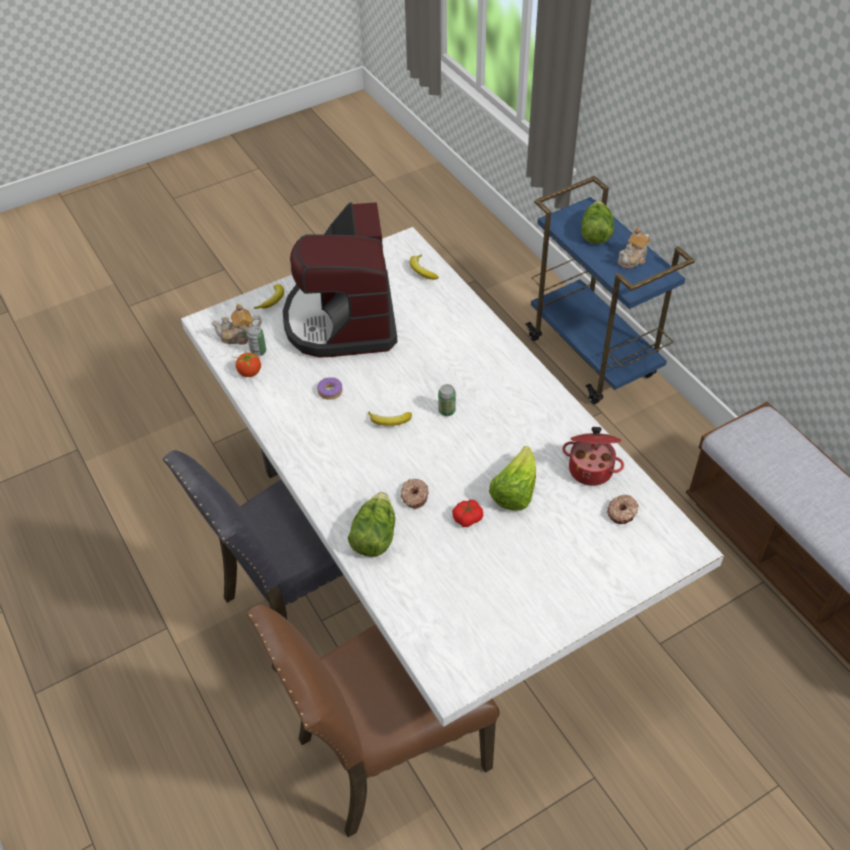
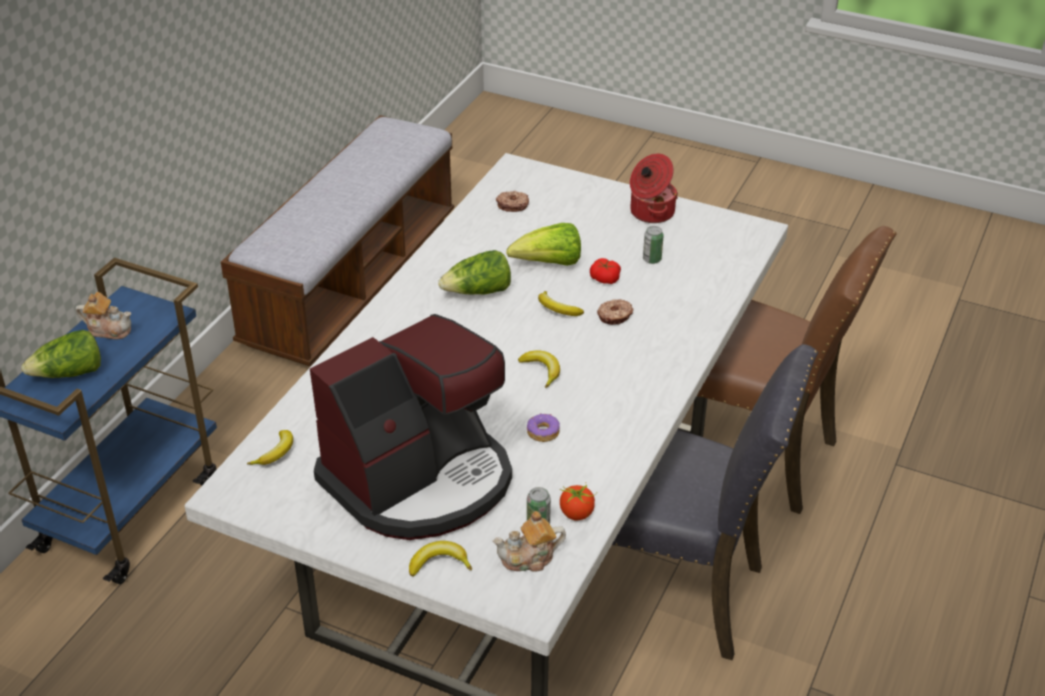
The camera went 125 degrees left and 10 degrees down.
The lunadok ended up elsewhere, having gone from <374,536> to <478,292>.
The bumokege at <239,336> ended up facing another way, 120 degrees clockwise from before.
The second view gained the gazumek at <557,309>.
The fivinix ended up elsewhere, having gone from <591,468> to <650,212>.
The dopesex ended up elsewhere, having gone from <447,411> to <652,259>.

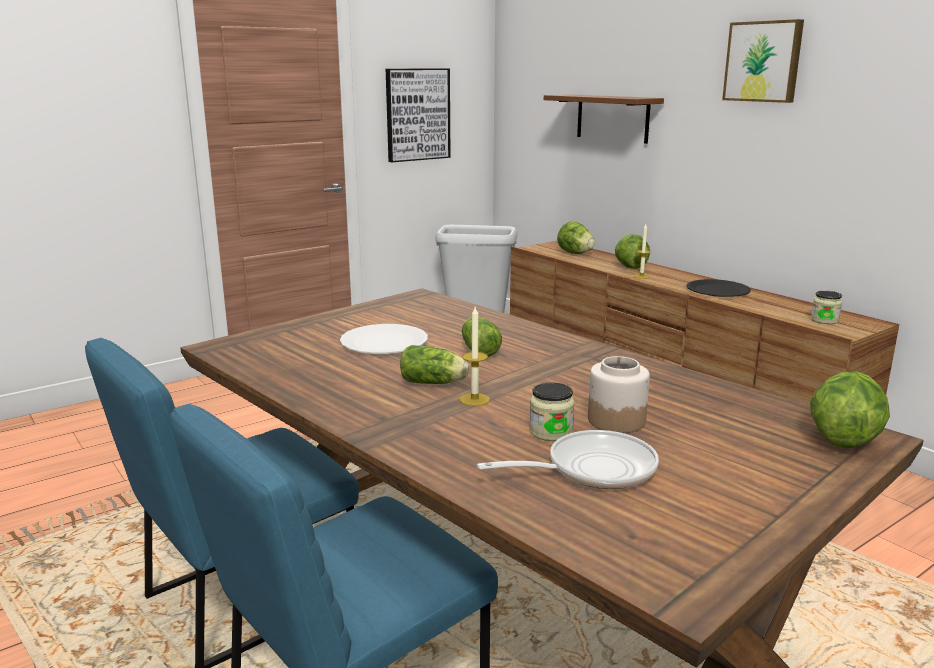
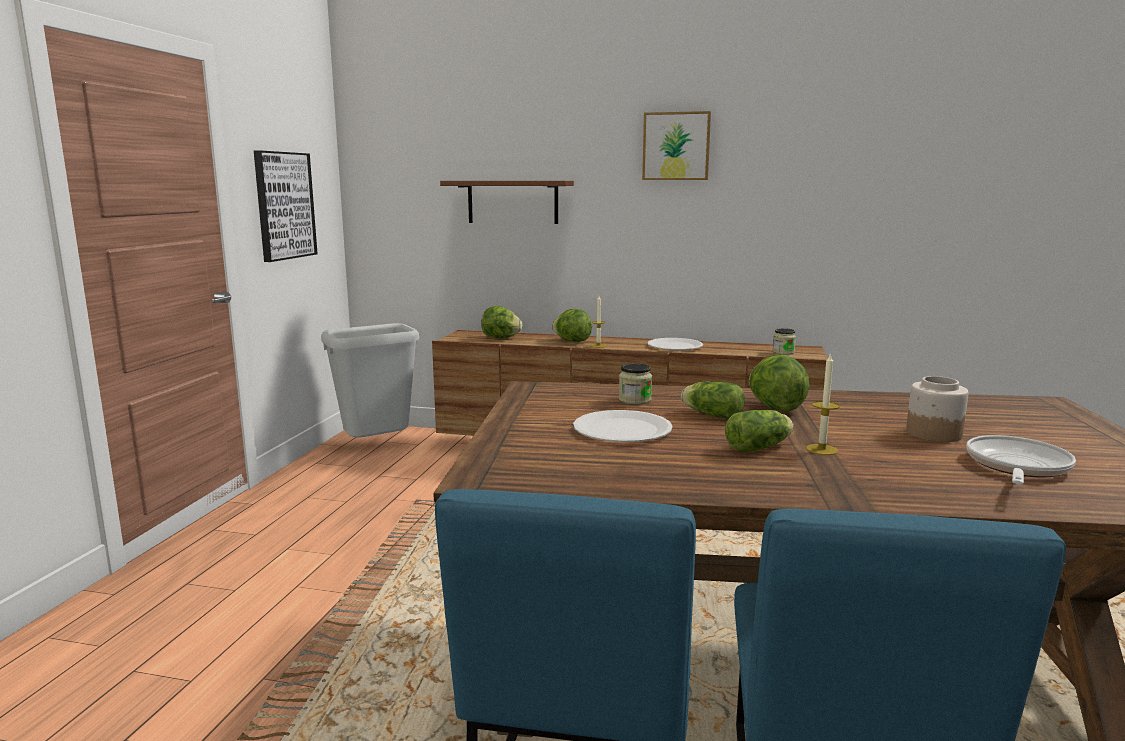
The camera went 40 degrees left and 5 degrees down.
The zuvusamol ended up elsewhere, having gone from <551,432> to <634,400>.
What was the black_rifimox at <717,290> turned into the white_rifimox at <674,346>.
The lunadok ended up elsewhere, having gone from <842,439> to <775,408>.

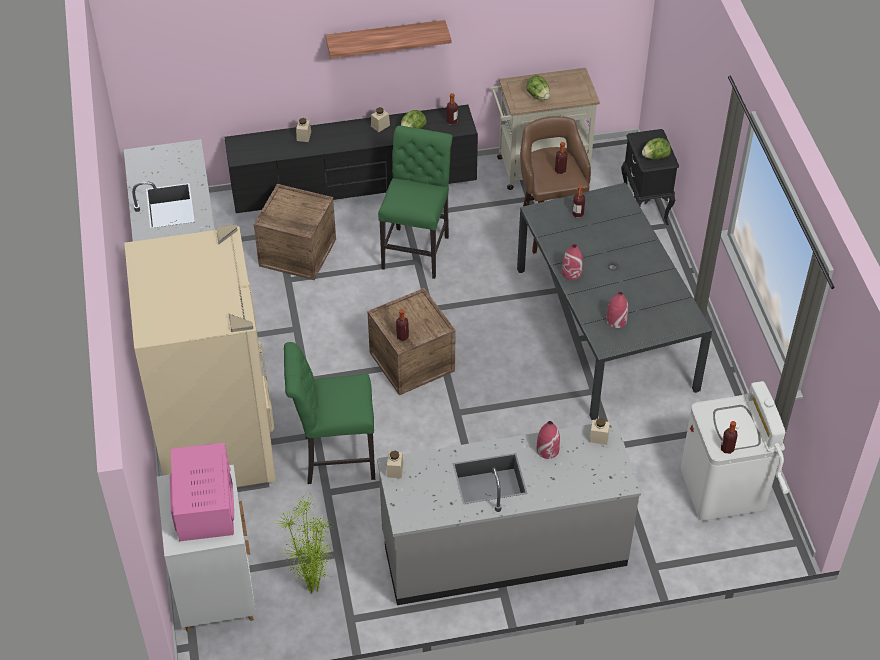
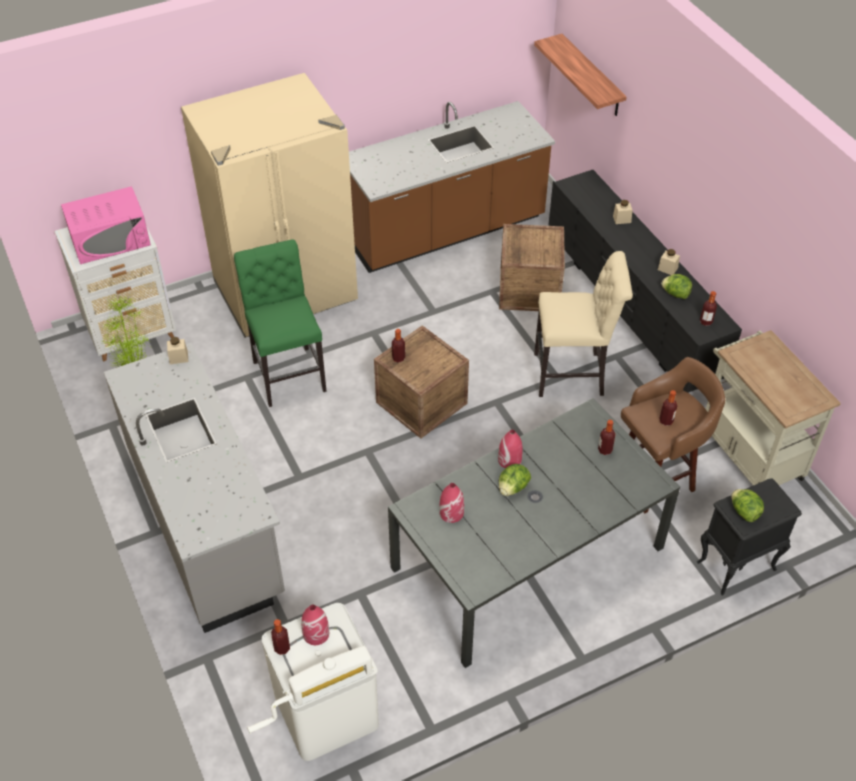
The camera went 75 degrees right and 0 degrees up.
The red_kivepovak ended up elsewhere, having gone from <547,449> to <316,633>.
The lunadok ended up elsewhere, having gone from <538,96> to <512,488>.
The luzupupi ended up elsewhere, having gone from <385,38> to <591,76>.
What was the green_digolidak at <417,249> turned into the beige_digolidak at <573,375>.
The second view lost the beige_zuvusamol at <598,437>.

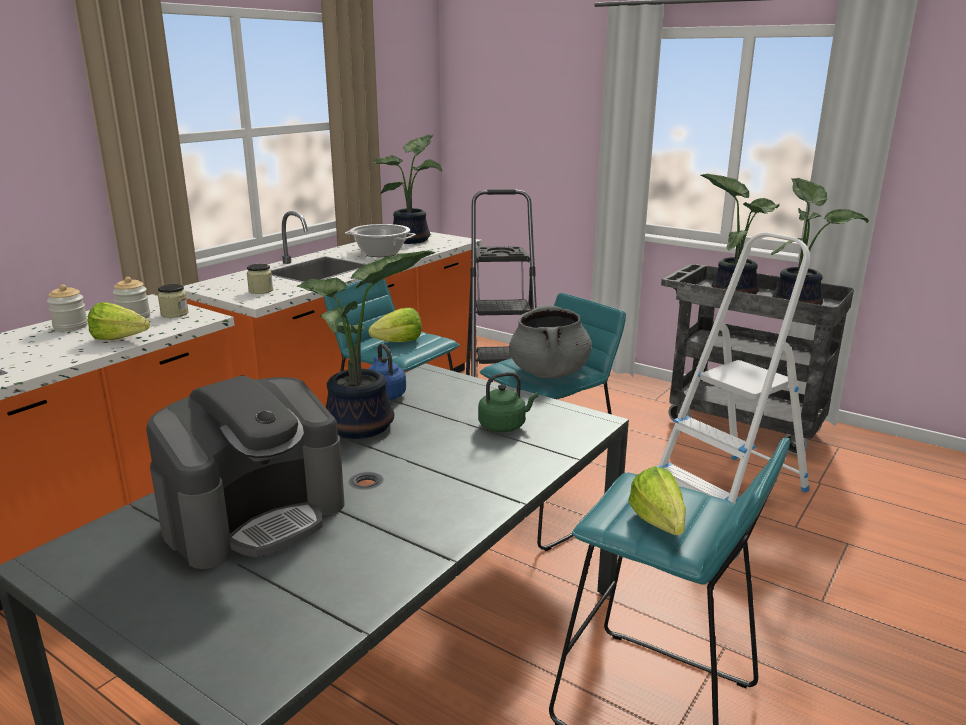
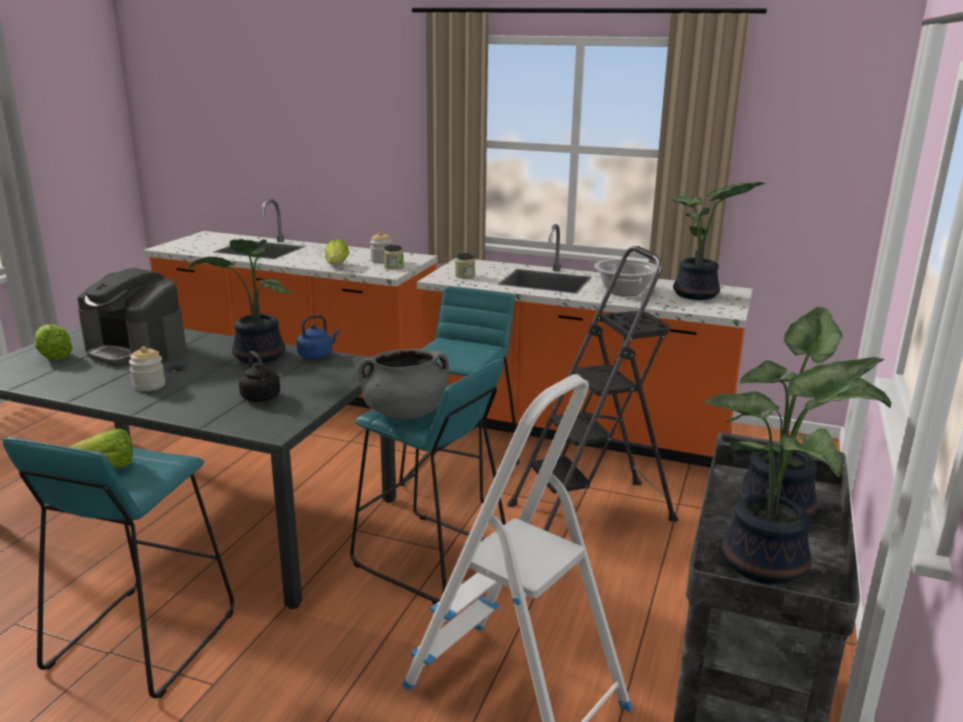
The camera went 75 degrees right and 0 degrees up.
The lunadok ended up elsewhere, having gone from <399,342> to <53,356>.
The zuvusamol ended up elsewhere, having gone from <70,326> to <149,385>.
What was the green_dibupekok at <504,426> turned into the black_dibupekok at <261,398>.

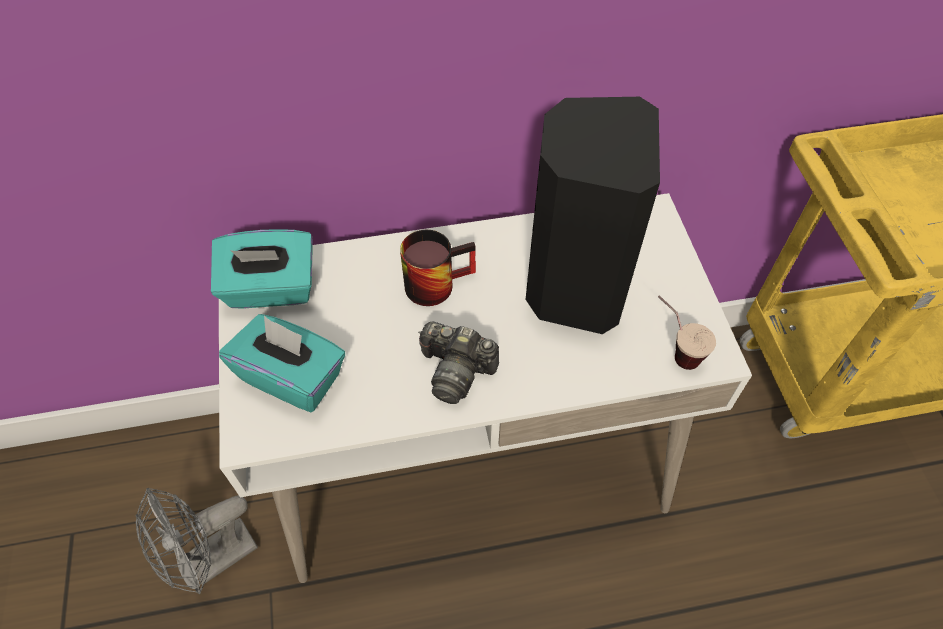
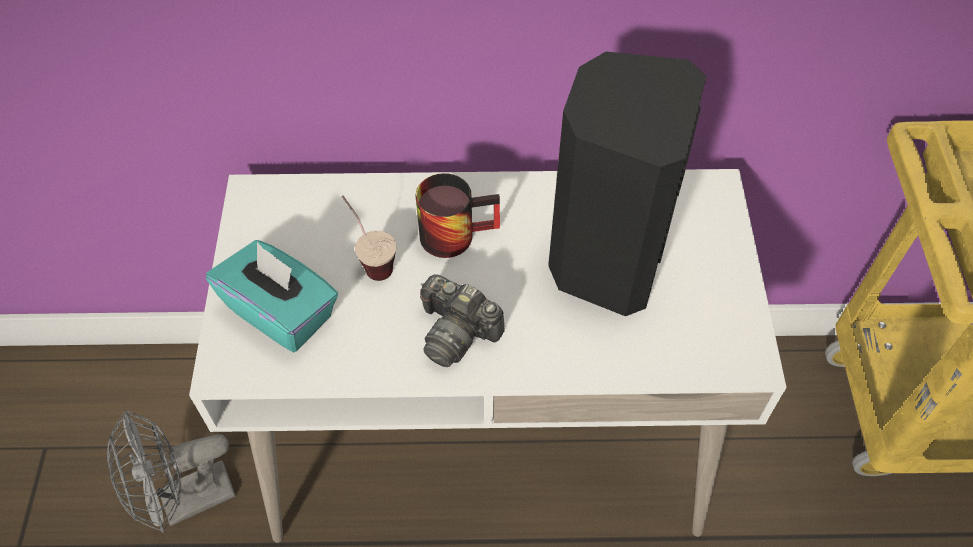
The camera went 10 degrees right and 0 degrees up.
The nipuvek ended up elsewhere, having gone from <673,350> to <370,259>.
The second view lost the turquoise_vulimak at <271,289>.

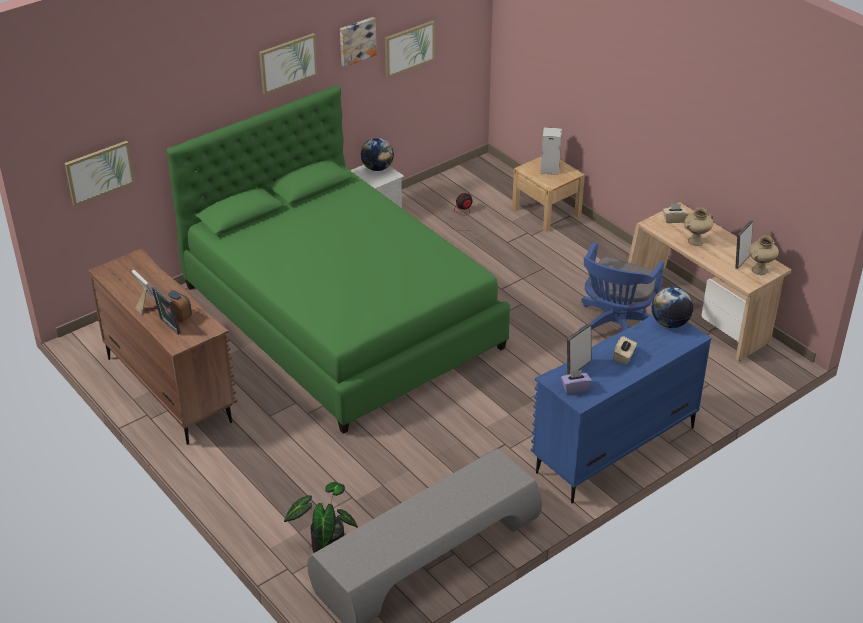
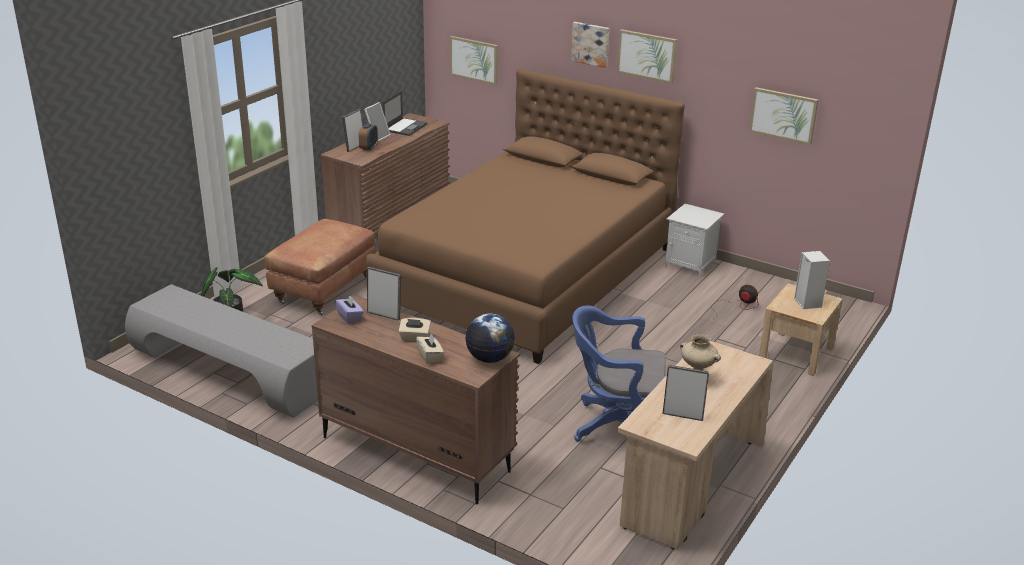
The camera went 70 degrees right and 10 degrees down.
The second view gained the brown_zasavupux at <323,290>.
What was the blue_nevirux at <614,449> turned into the brown_nevirux at <416,453>.
What was the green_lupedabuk at <341,316> turned into the brown_lupedabuk at <528,275>.
The second view gained the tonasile at <405,127>.
The beige_vulimak ended up elsewhere, having gone from <674,219> to <430,356>.
The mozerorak ended up elsewhere, having gone from <357,40> to <591,44>.
The second view lost the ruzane at <377,168>.
The second view lost the beige_kivepovak at <759,270>.

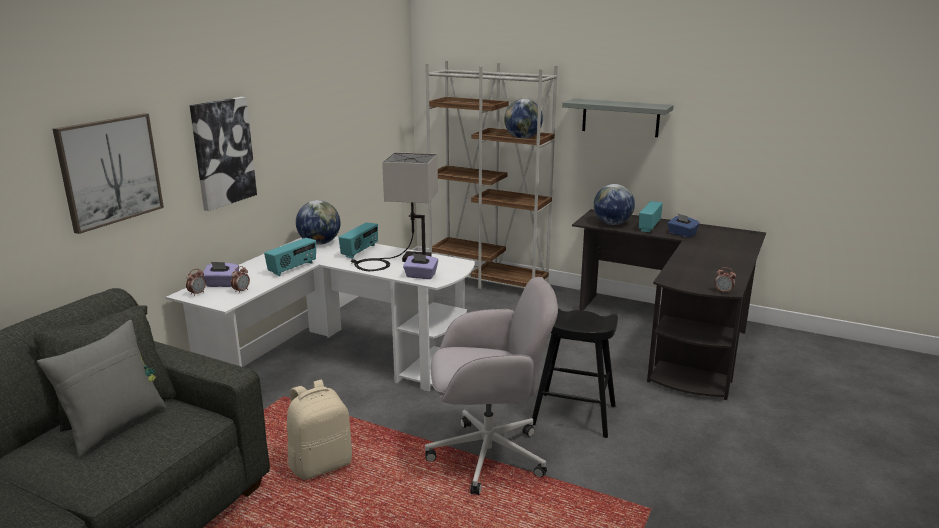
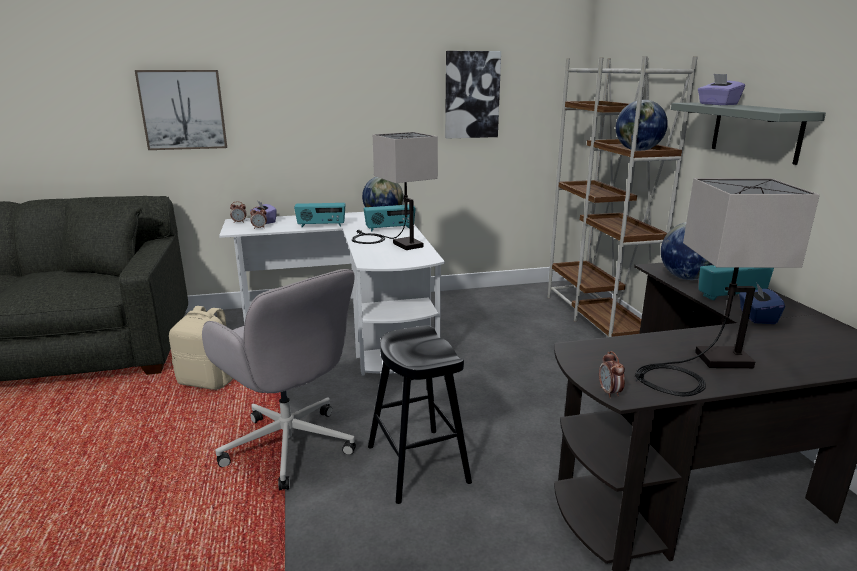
The camera went 50 degrees right and 0 degrees up.
The mozerorak ended up elsewhere, having gone from <222,152> to <471,95>.
The second view gained the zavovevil at <699,367>.
The purple_vulimak ended up elsewhere, having gone from <420,276> to <717,104>.
The second view lost the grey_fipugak at <115,427>.

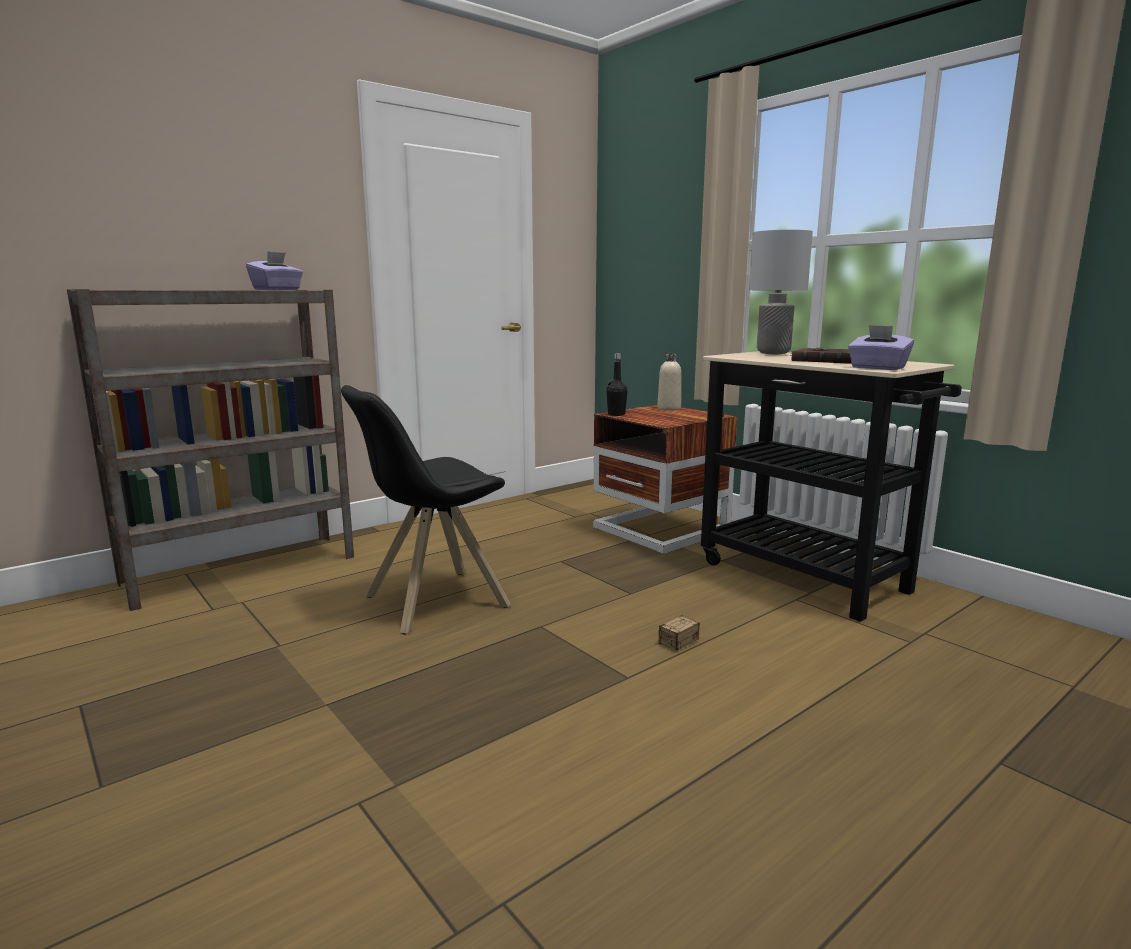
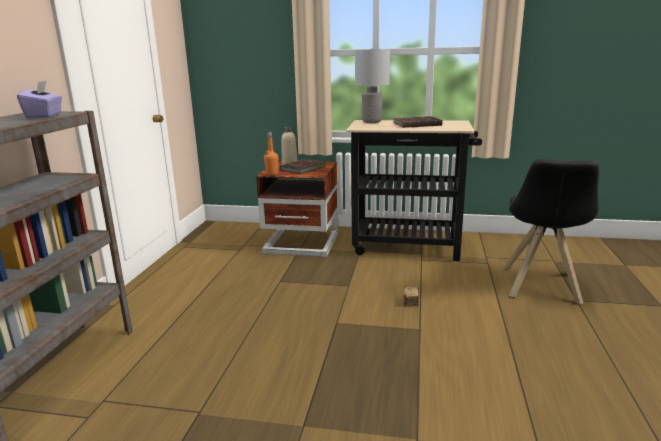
The camera went 40 degrees left and 5 degrees up.
What was the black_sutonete at <616,414> turned into the orange_sutonete at <272,174>.
The second view gained the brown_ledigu at <304,168>.
The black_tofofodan ended up elsewhere, having gone from <435,601> to <541,285>.
The second view lost the purple_vulimak at <877,368>.

